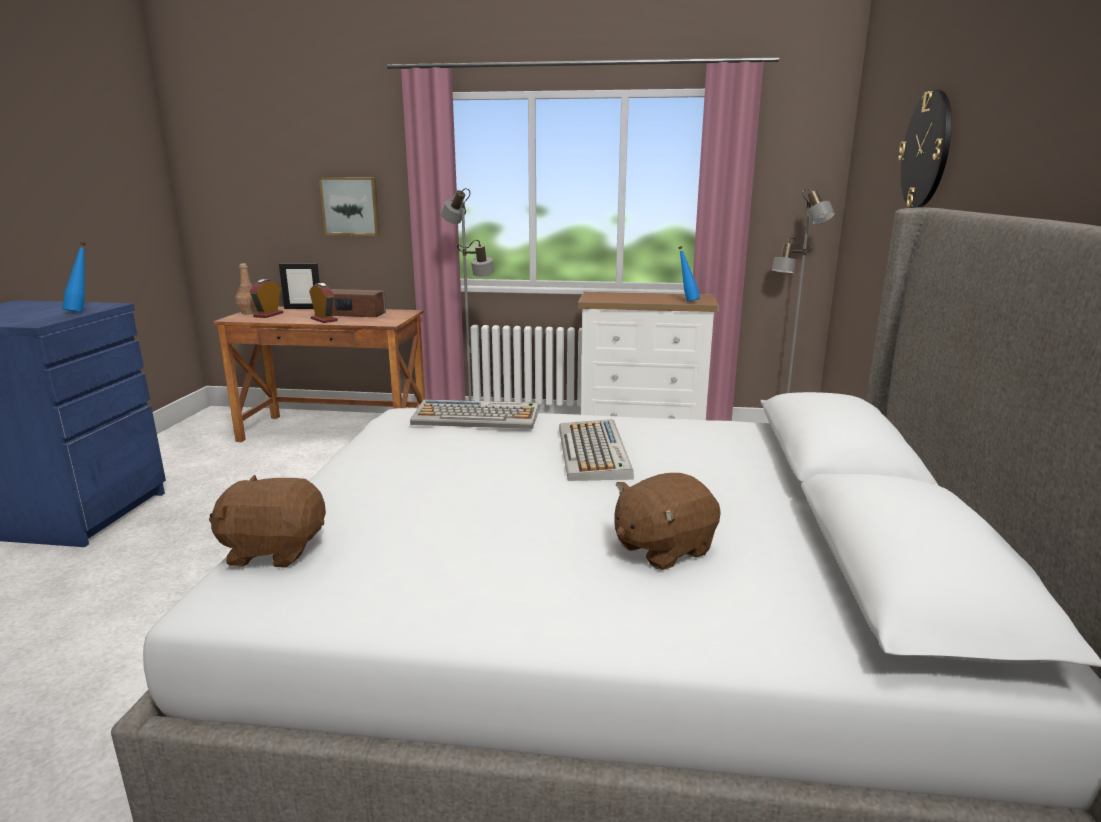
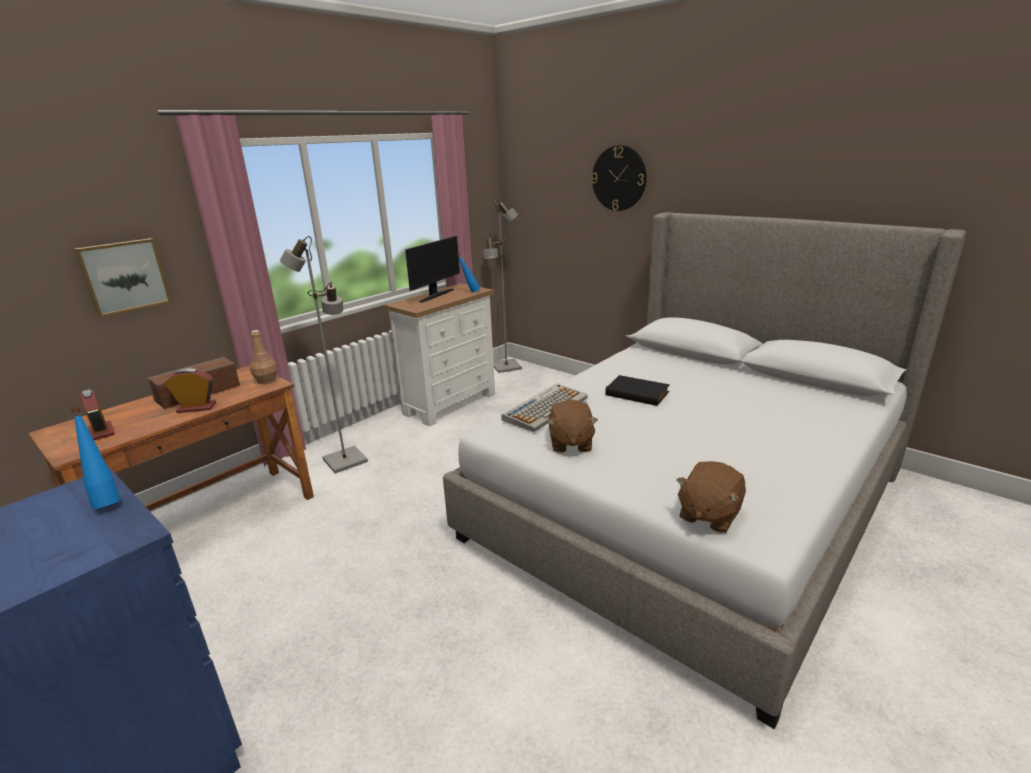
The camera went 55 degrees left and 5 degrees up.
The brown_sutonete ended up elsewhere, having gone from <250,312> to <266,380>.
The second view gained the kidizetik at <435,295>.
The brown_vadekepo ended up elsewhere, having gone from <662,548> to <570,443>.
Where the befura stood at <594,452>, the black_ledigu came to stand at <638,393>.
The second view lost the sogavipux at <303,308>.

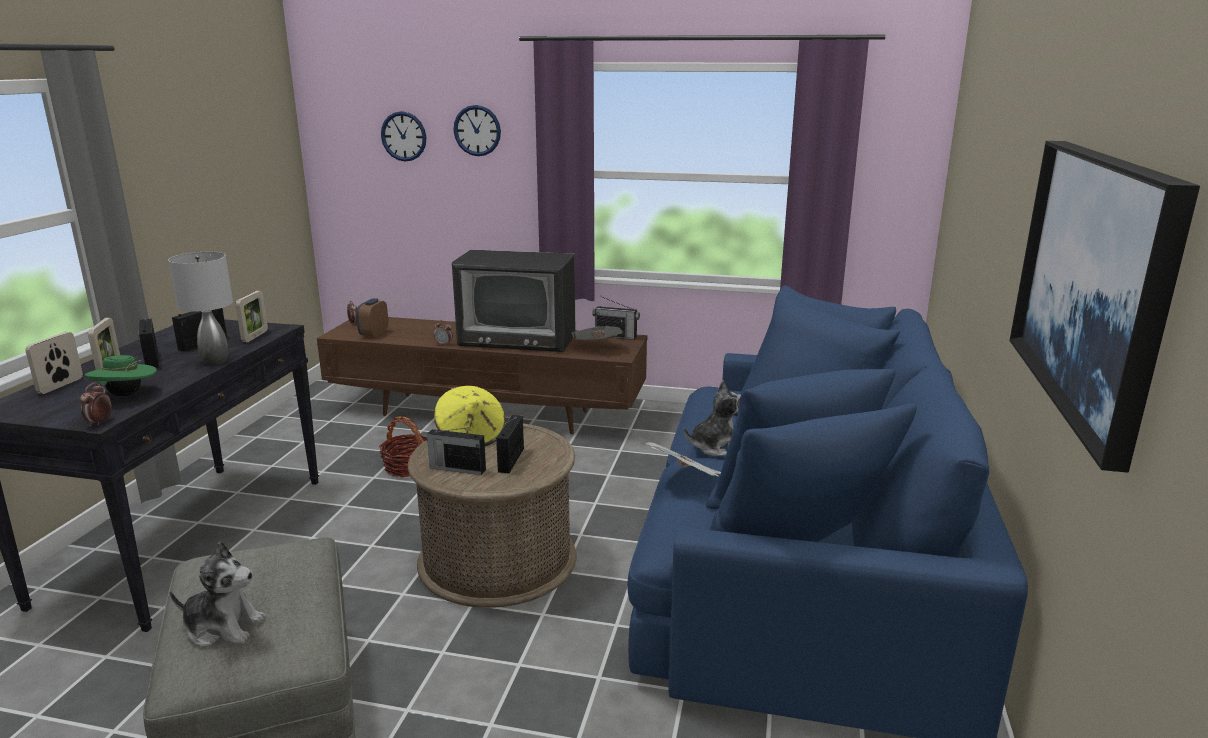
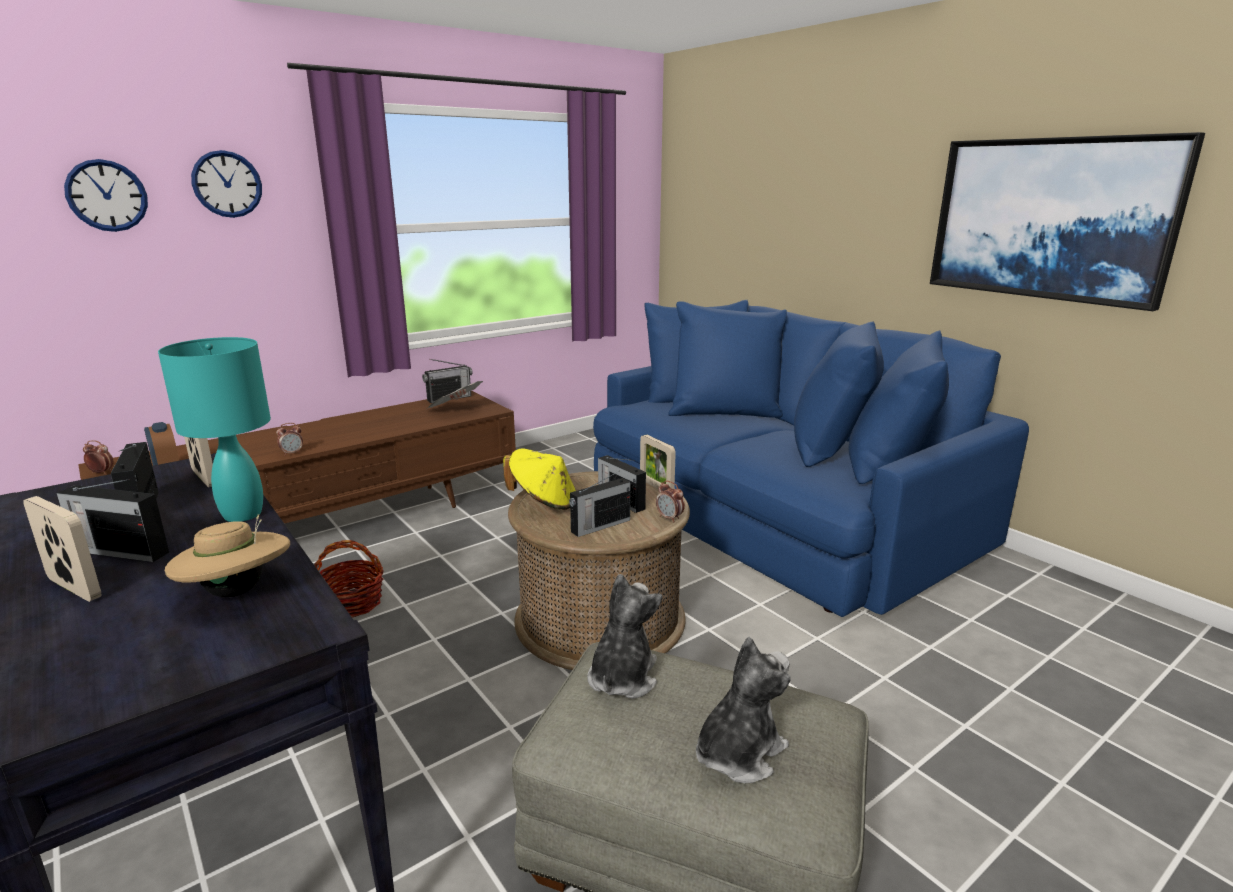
The camera went 50 degrees left and 0 degrees up.
What was the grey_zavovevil at <215,361> turned into the turquoise_zavovevil at <244,514>.
What was the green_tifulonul at <126,395> turned into the beige_tifulonul at <237,591>.
The vadekepo ended up elsewhere, having gone from <715,447> to <622,677>.
The sogavipux ended up elsewhere, having gone from <60,386> to <656,486>.
The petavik ended up elsewhere, having gone from <99,422> to <669,518>.
The second view lost the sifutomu at <519,338>.
The second view lost the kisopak at <686,479>.

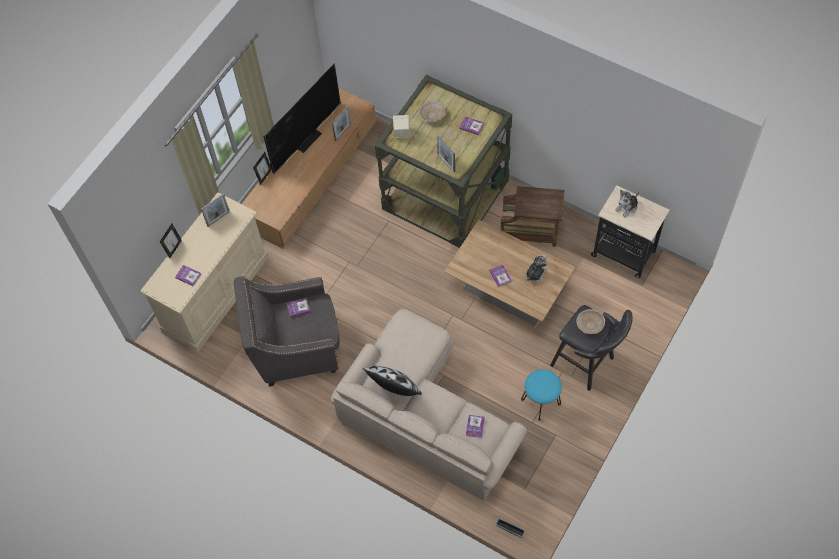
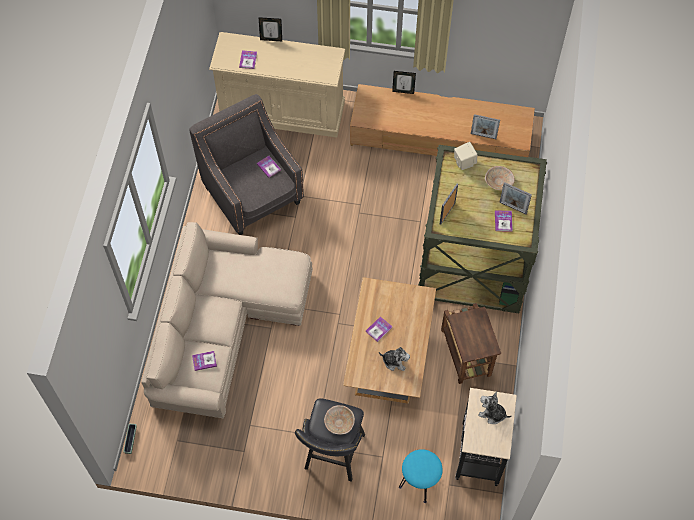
The camera went 65 degrees right and 0 degrees up.
The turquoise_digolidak ended up elsewhere, having gone from <540,402> to <419,482>.
The sogavipux ended up elsewhere, having gone from <218,218> to <513,207>.
The second view lost the sifutomu at <307,138>.
The second view lost the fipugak at <394,389>.

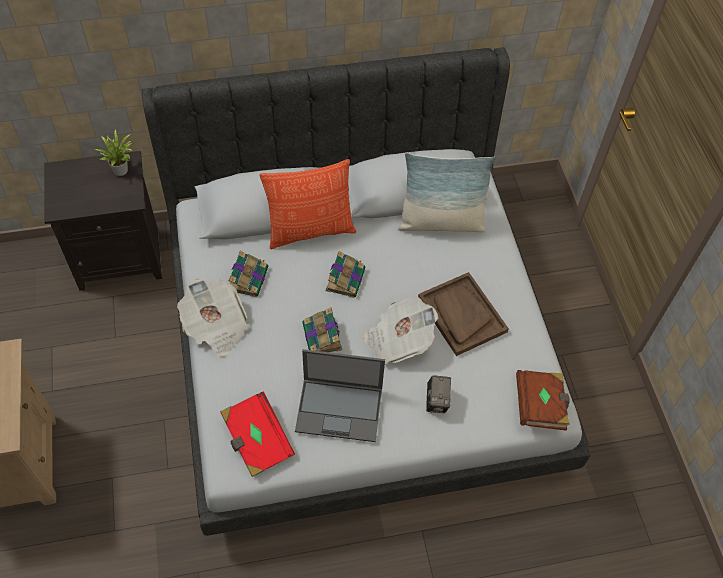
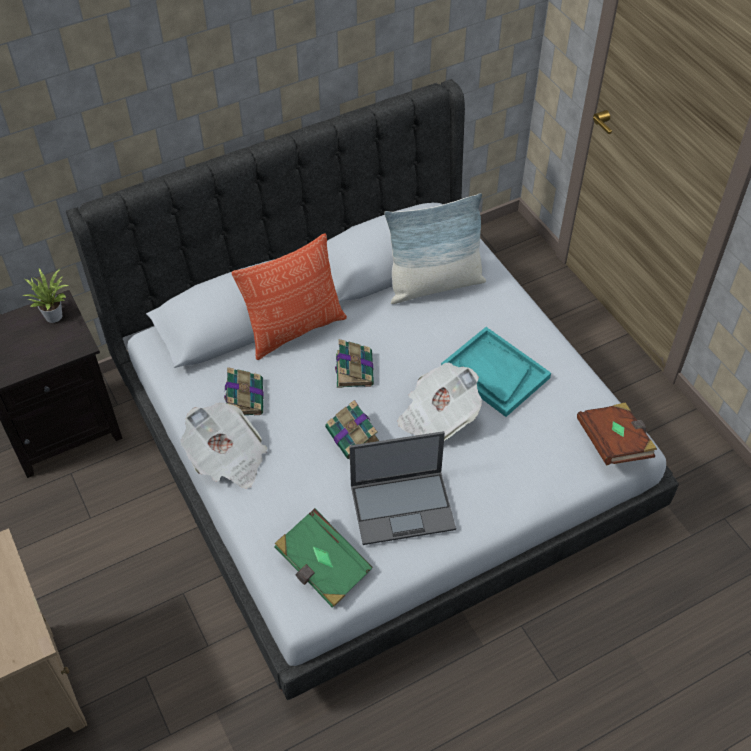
The camera went 15 degrees left and 5 degrees down.
What was the red_ledigu at <257,441> turned into the green_ledigu at <322,567>.
What was the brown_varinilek at <461,314> turned into the turquoise_varinilek at <494,373>.
The second view lost the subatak at <437,401>.

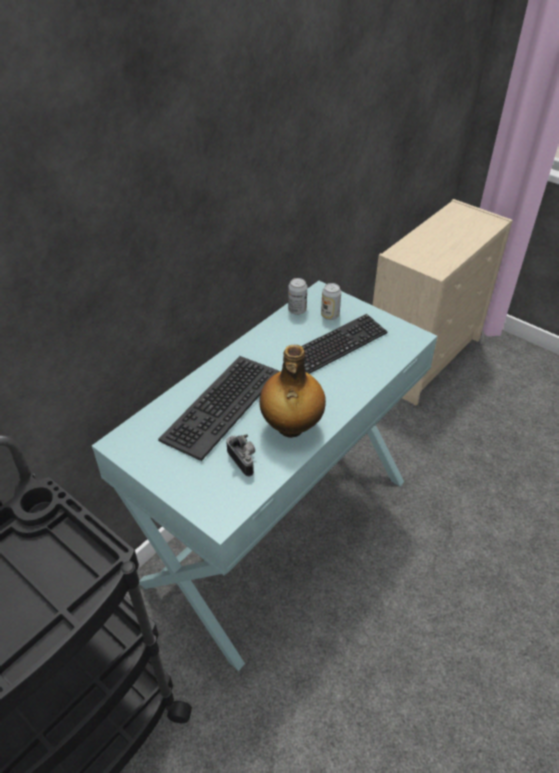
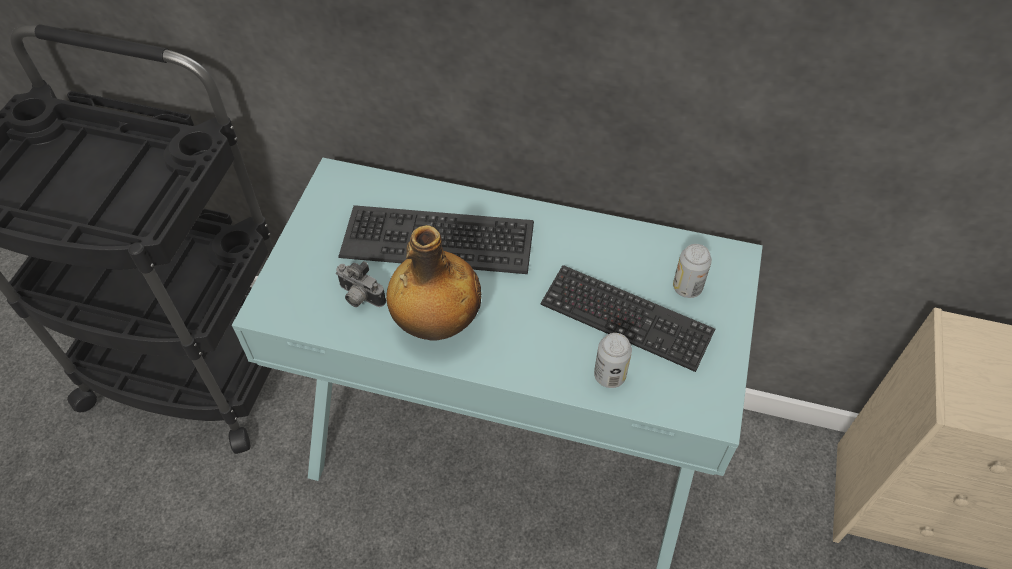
The camera went 65 degrees right and 10 degrees up.
The subatak at <244,460> ended up facing another way, 90 degrees clockwise from before.
The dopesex ended up elsewhere, having gone from <297,310> to <609,375>.

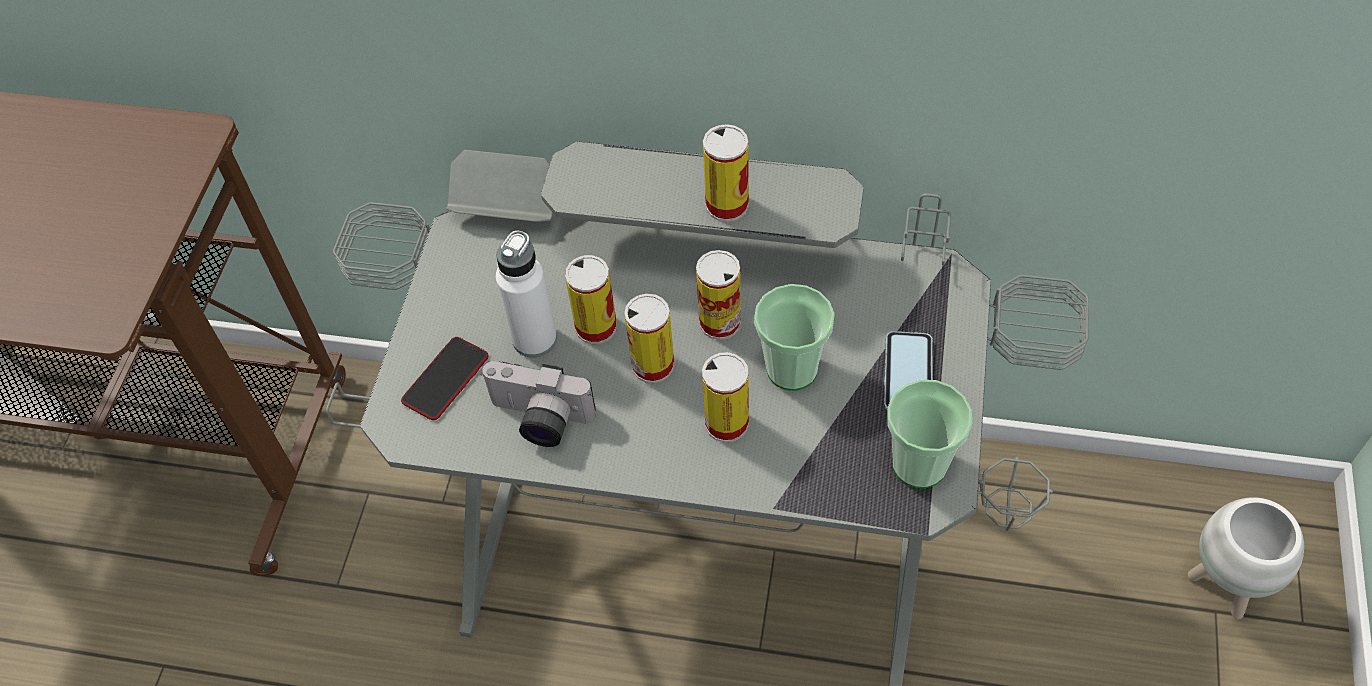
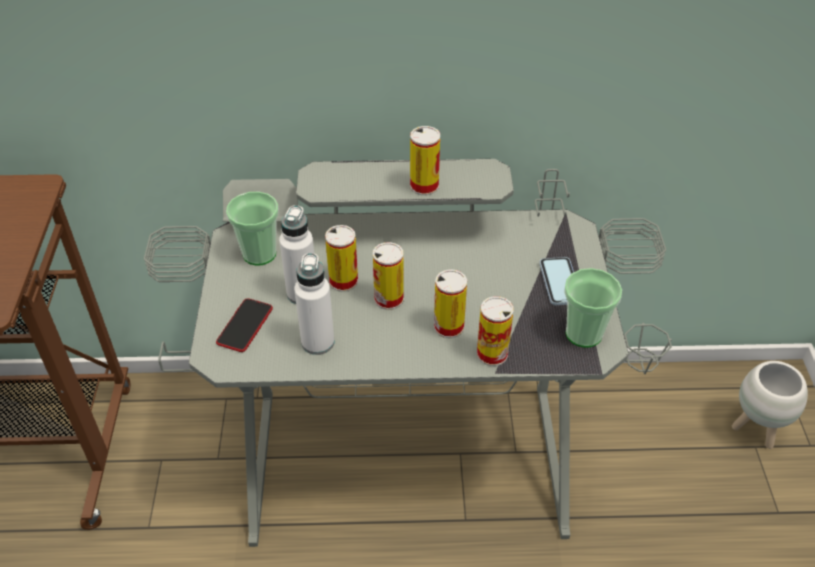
The camera went 15 degrees left and 10 degrees down.
The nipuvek ended up elsewhere, having gone from <792,369> to <259,254>.
Where the subatak stood at <538,420>, the white_sutonete came to stand at <317,342>.
The dopesex ended up elsewhere, having gone from <720,322> to <492,354>.

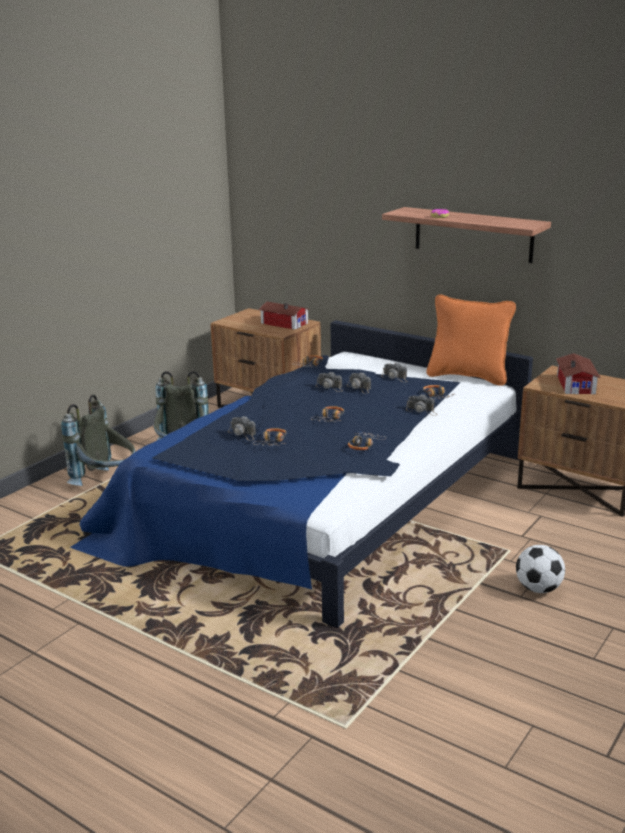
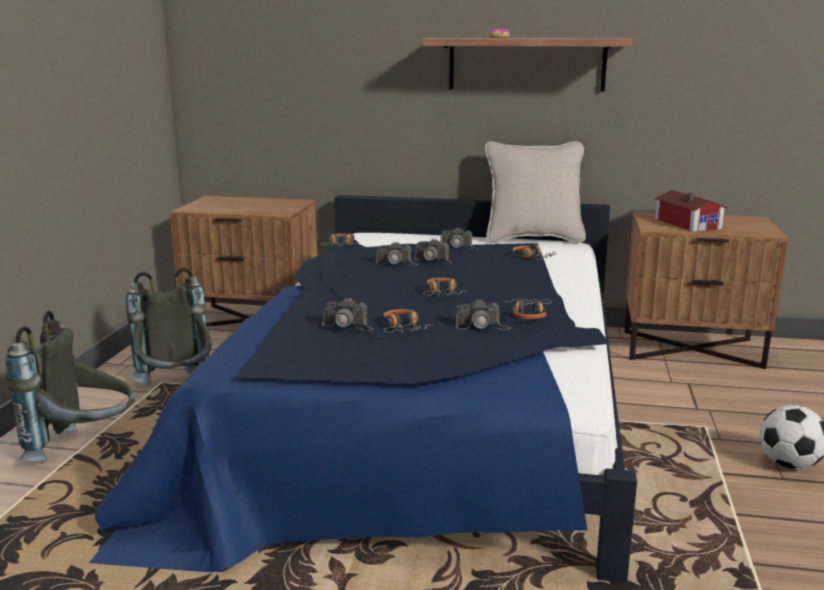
The camera went 25 degrees left and 5 degrees down.
The subatak ended up elsewhere, having gone from <422,411> to <482,326>.
What was the orange_fipugak at <468,376> turned into the beige_fipugak at <533,238>.
The second view lost the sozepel at <284,323>.

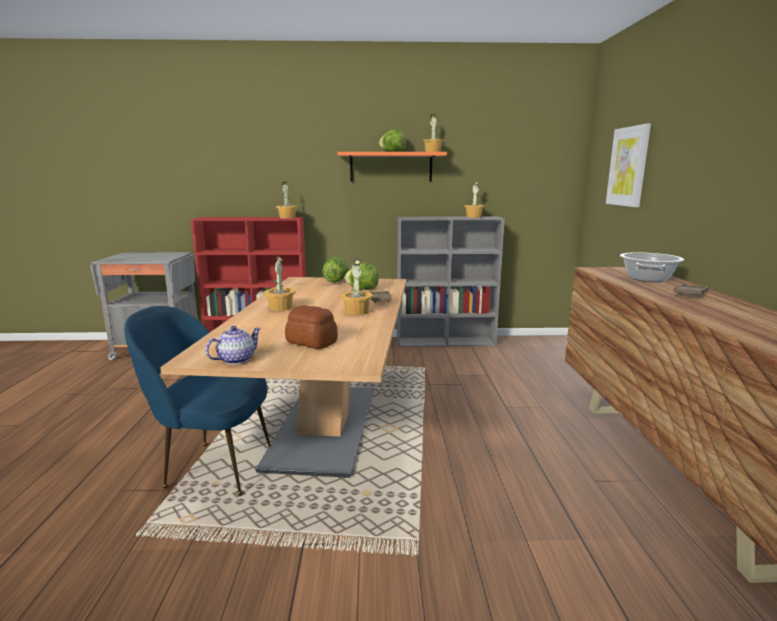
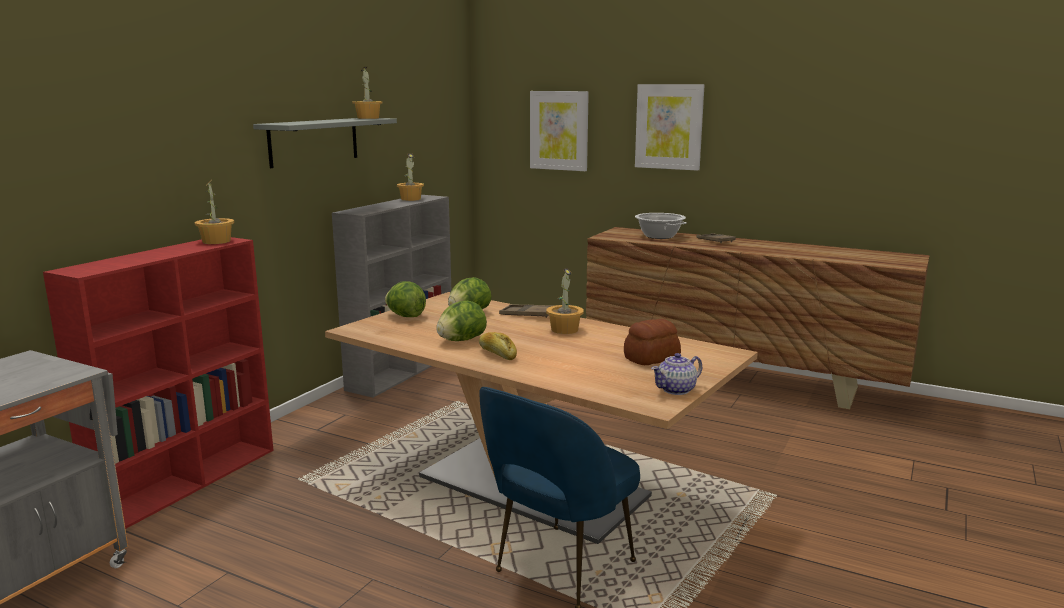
The camera went 60 degrees left and 0 degrees up.
What was the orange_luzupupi at <391,167> turned into the grey_luzupupi at <314,141>.
The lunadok ended up elsewhere, having gone from <392,152> to <461,340>.
Where the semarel stood at <280,307>, the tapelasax came to stand at <497,354>.
The second view gained the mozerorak at <669,126>.
The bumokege at <235,360> ended up facing another way, 105 degrees counterclockwise from before.

